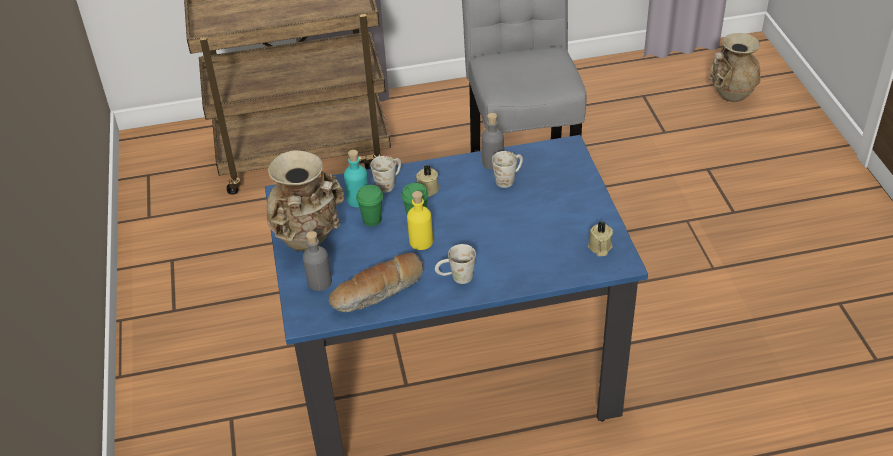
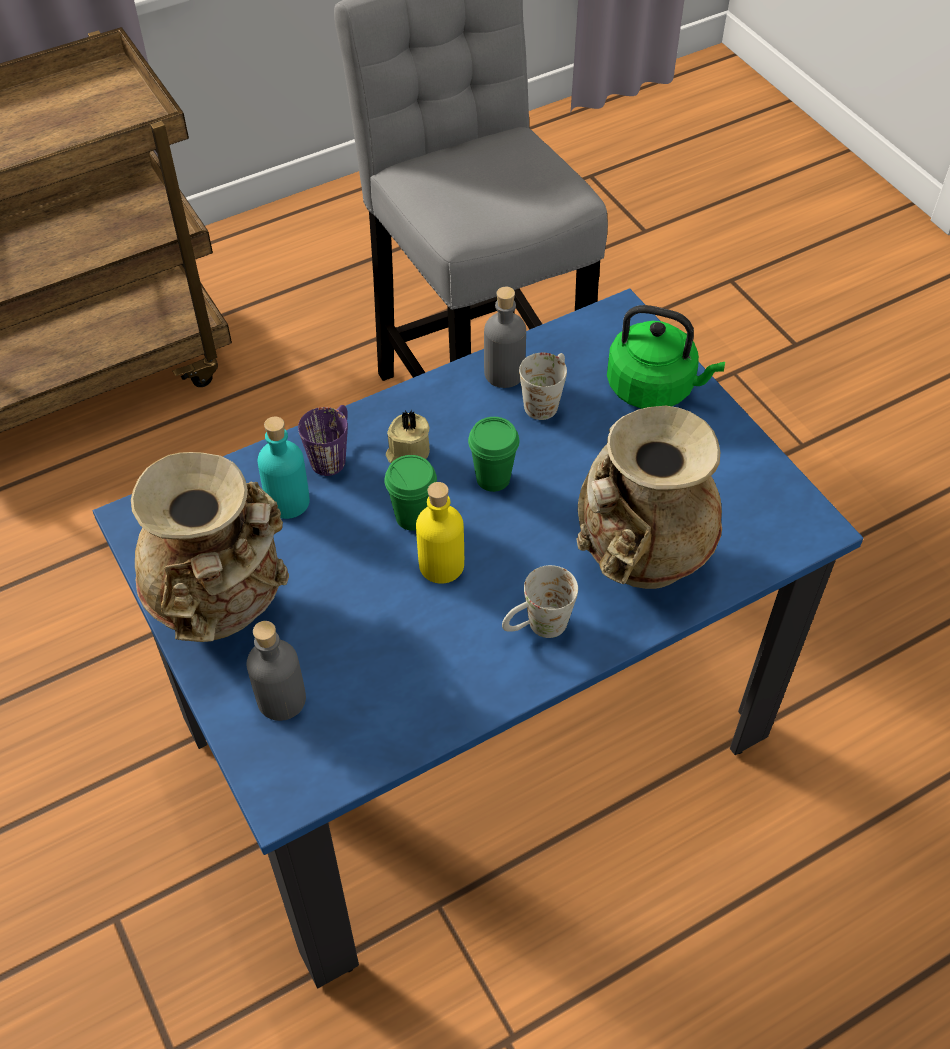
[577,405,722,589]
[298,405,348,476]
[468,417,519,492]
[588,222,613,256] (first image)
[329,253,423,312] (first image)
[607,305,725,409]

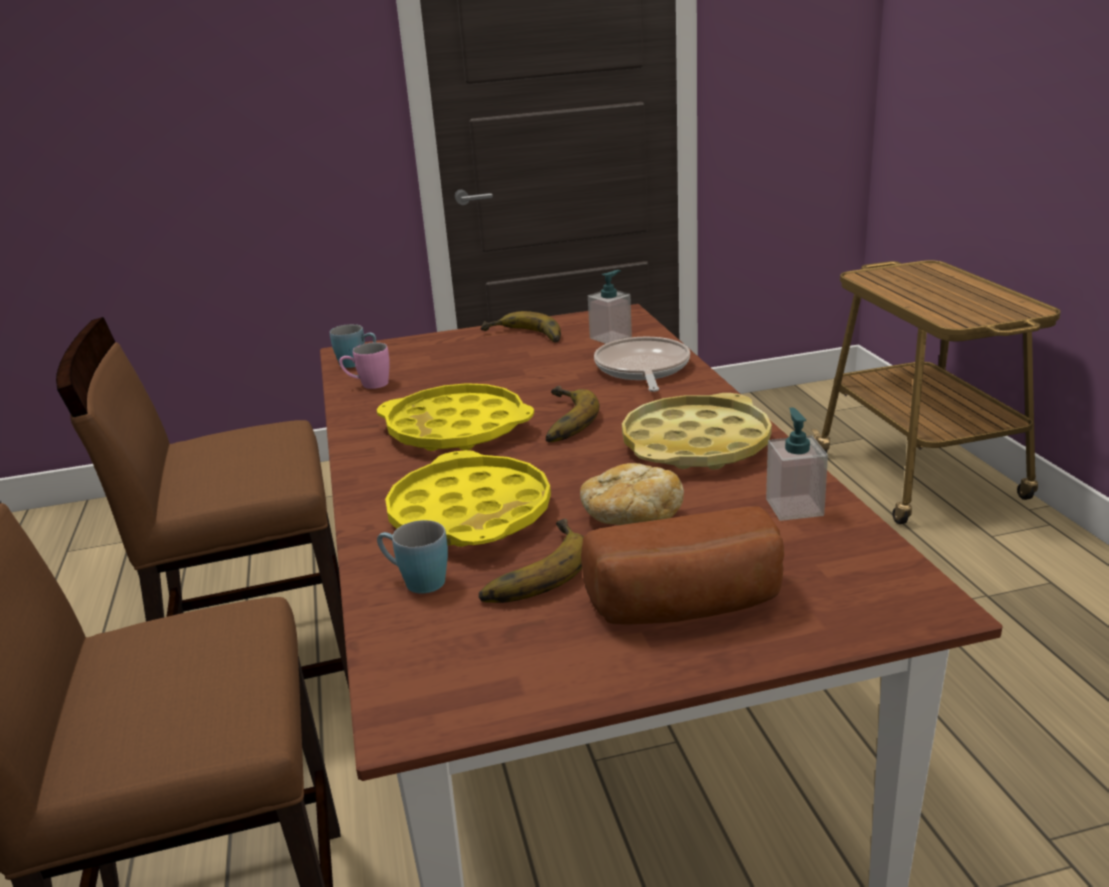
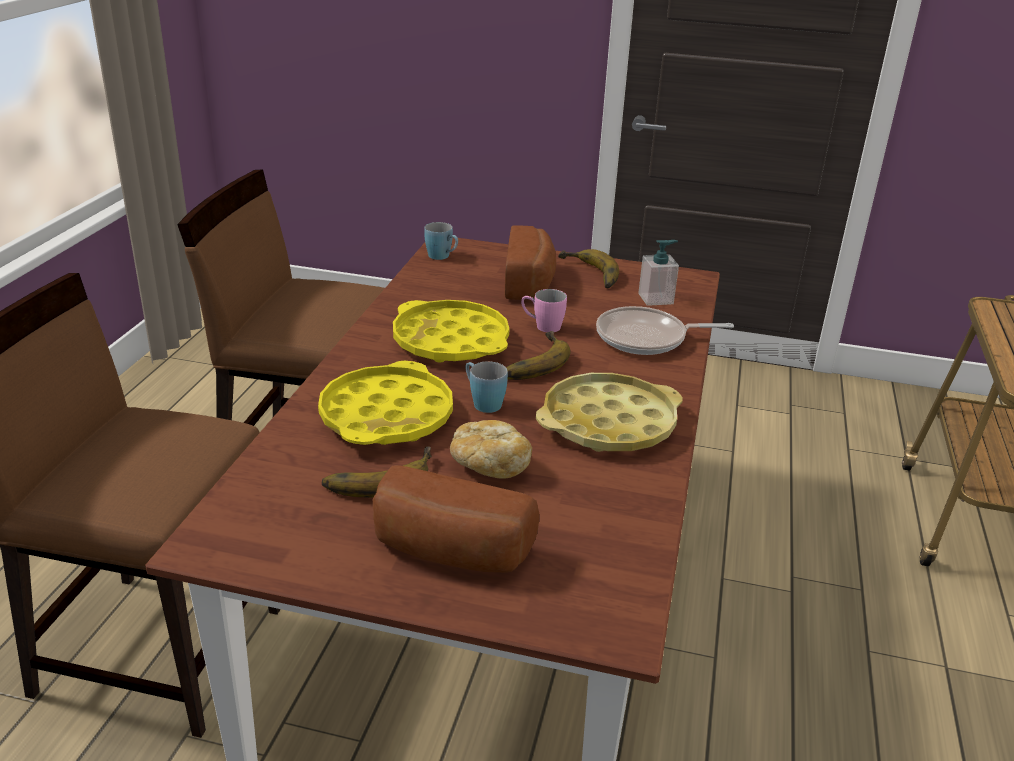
[596,306,734,355]
[521,289,567,332]
[766,407,828,521] (first image)
[466,361,508,413]
[505,225,556,300]

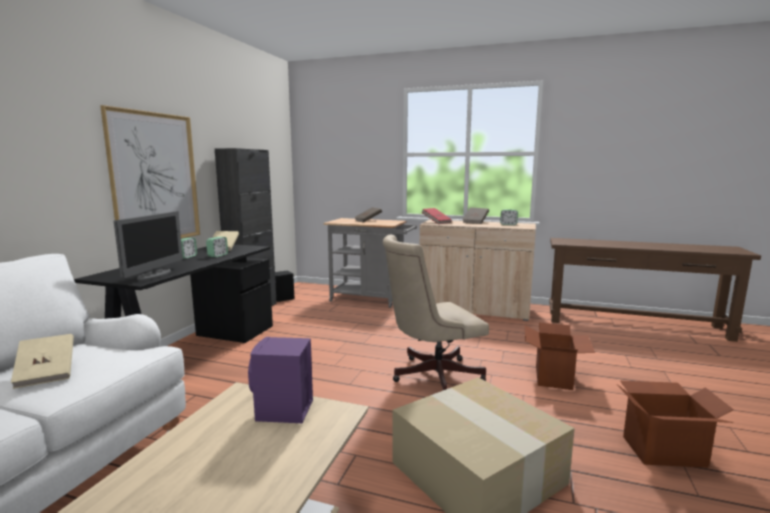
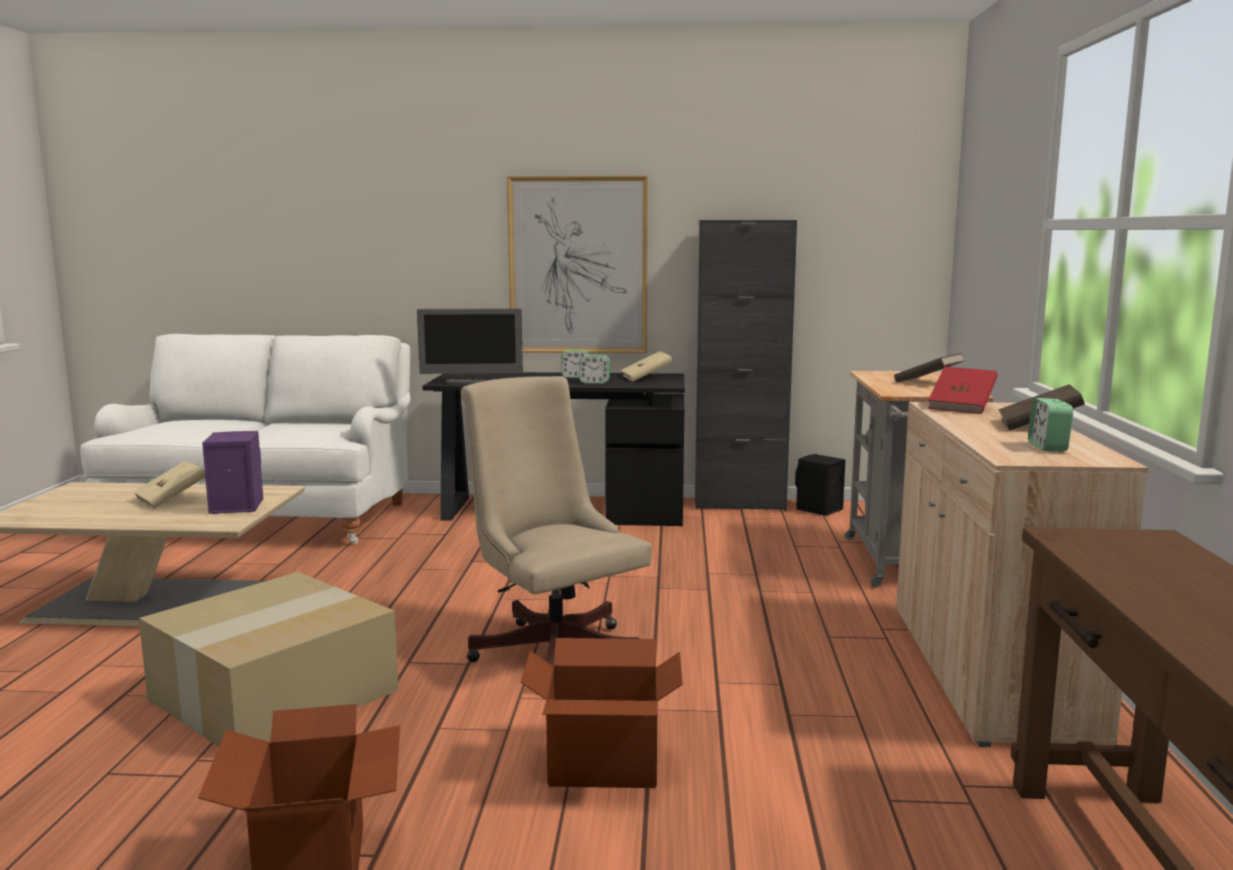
[133,460,205,509]

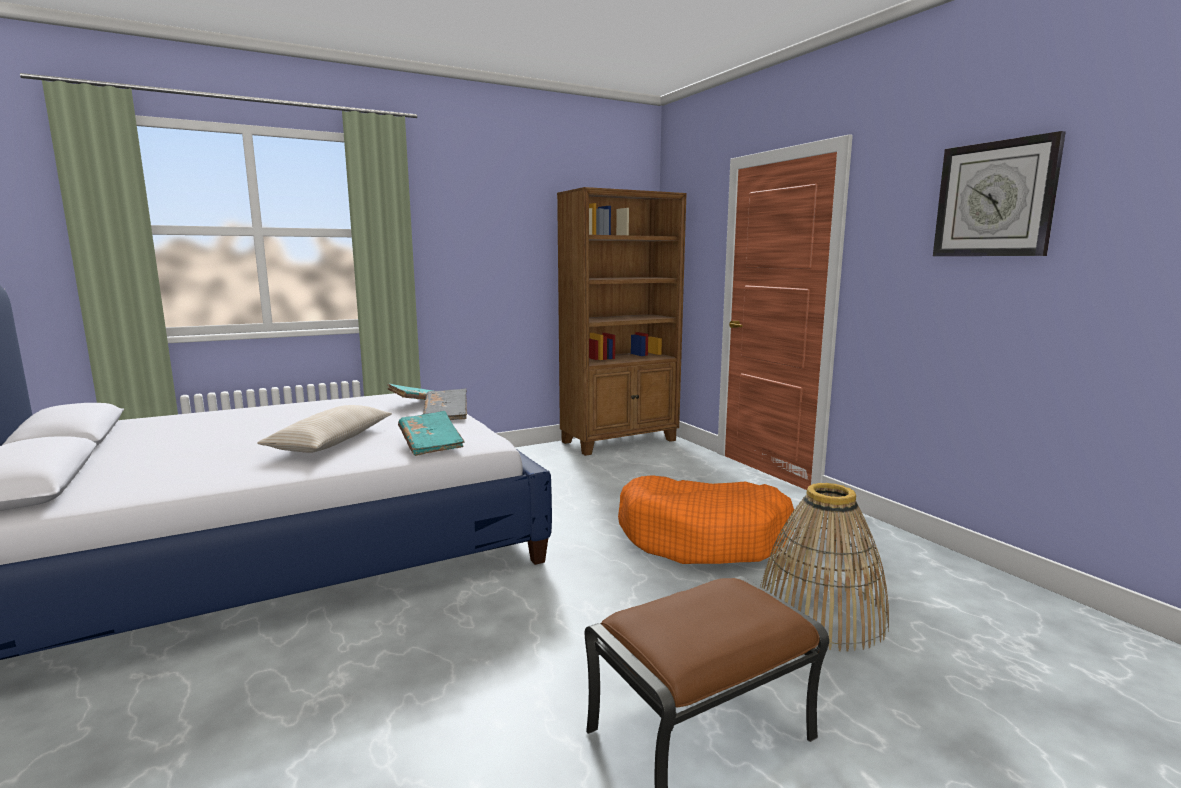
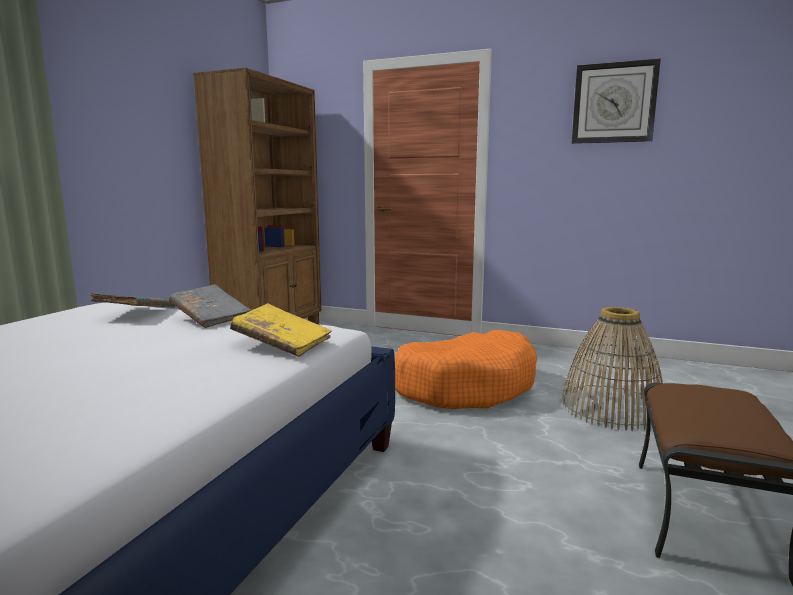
[257,405,392,453] (first image)
[230,303,332,357]

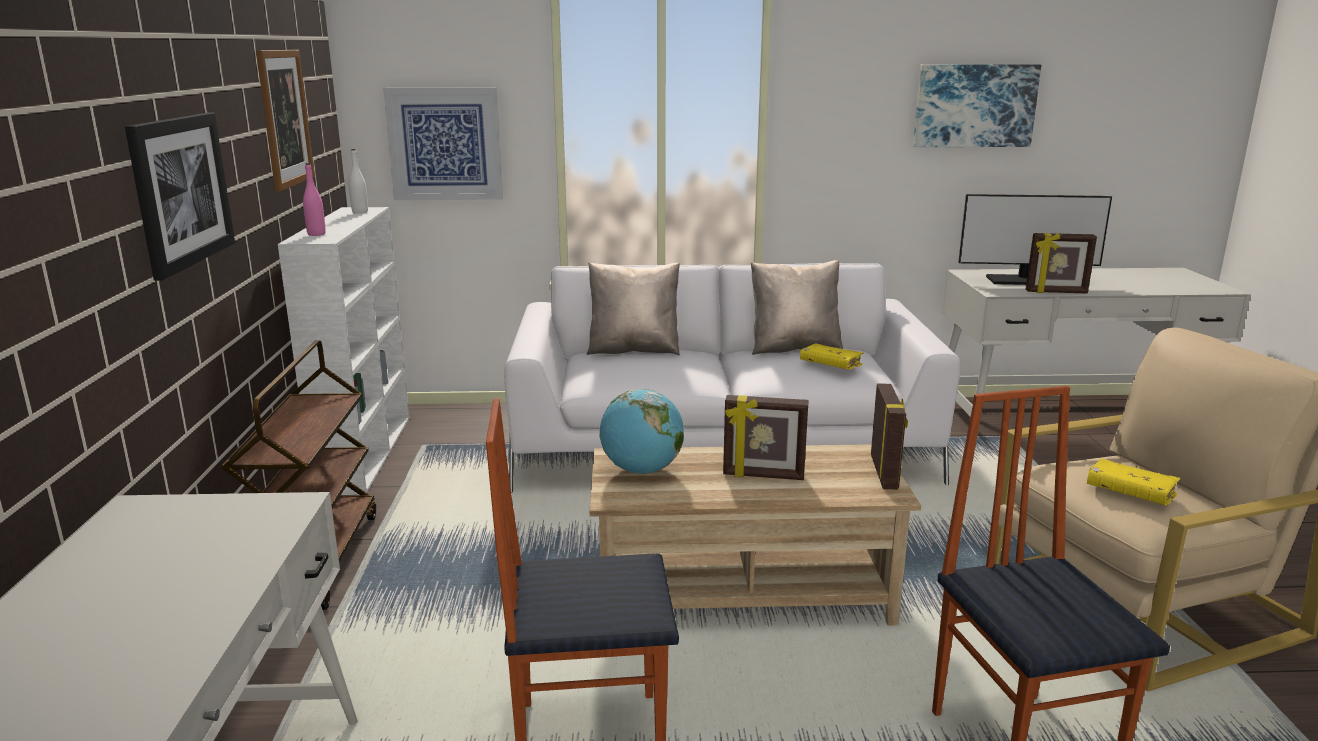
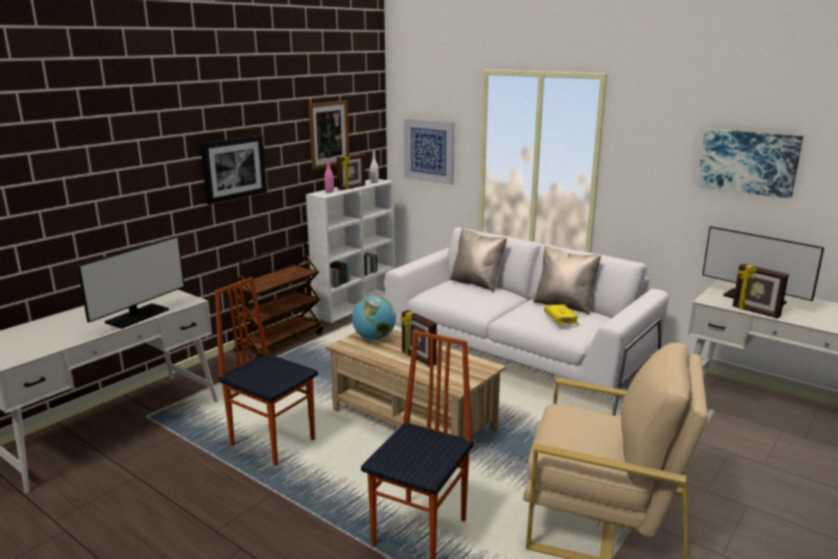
[337,154,365,190]
[1087,459,1180,506] (first image)
[77,236,185,329]

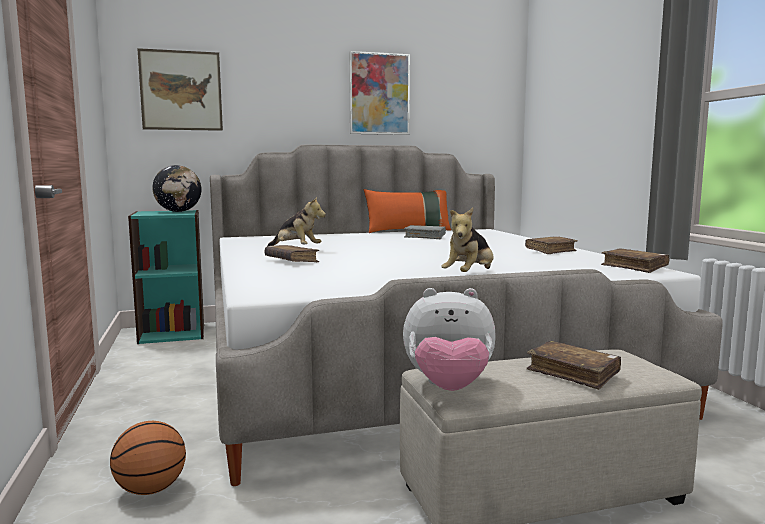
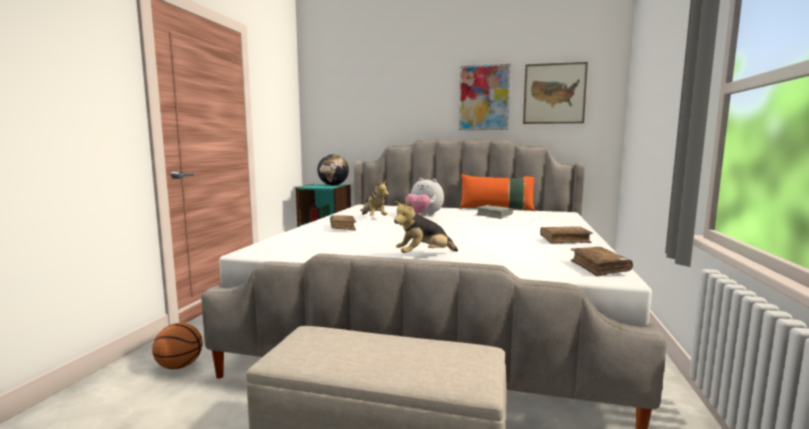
[523,62,588,124]
[405,178,444,216]
[527,341,621,390] (first image)

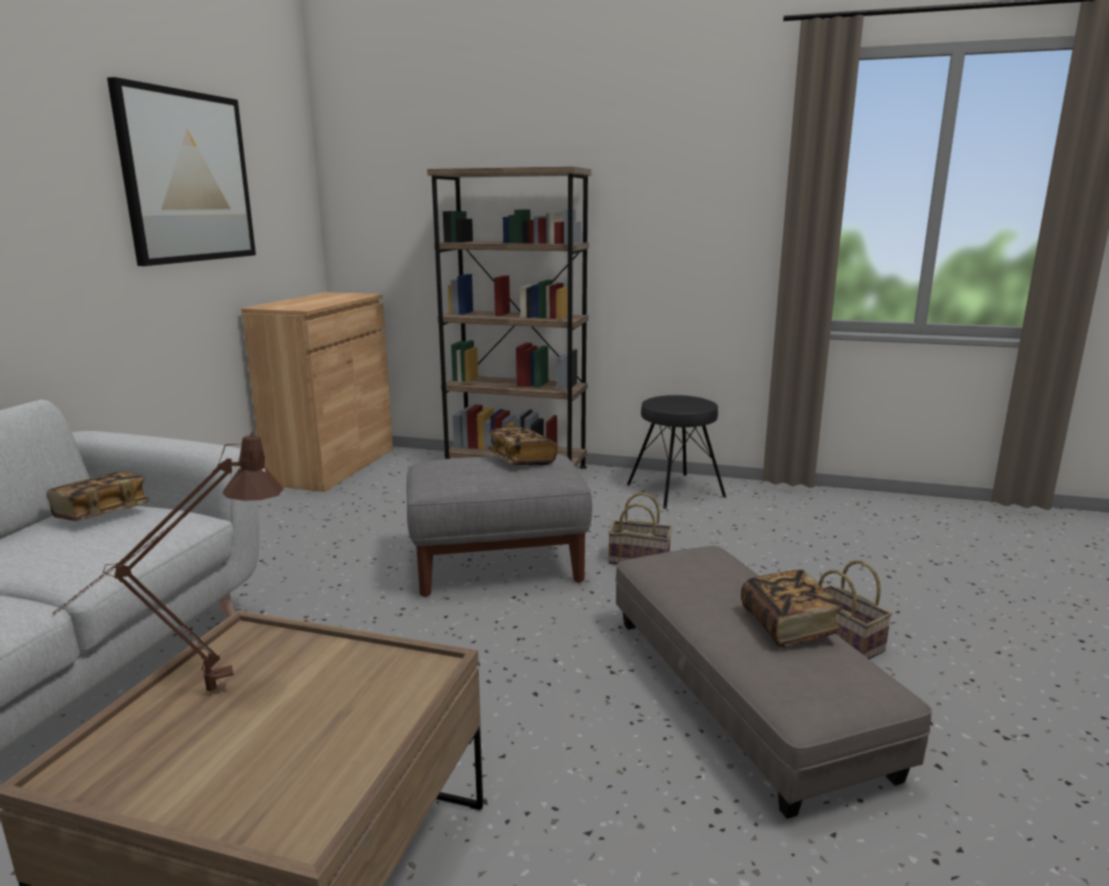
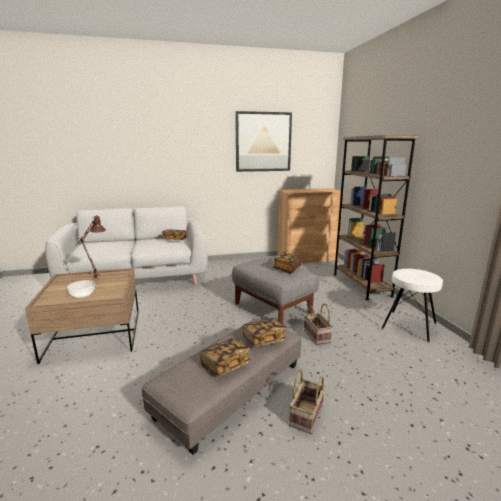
[382,269,443,342]
[67,280,95,298]
[243,318,286,346]

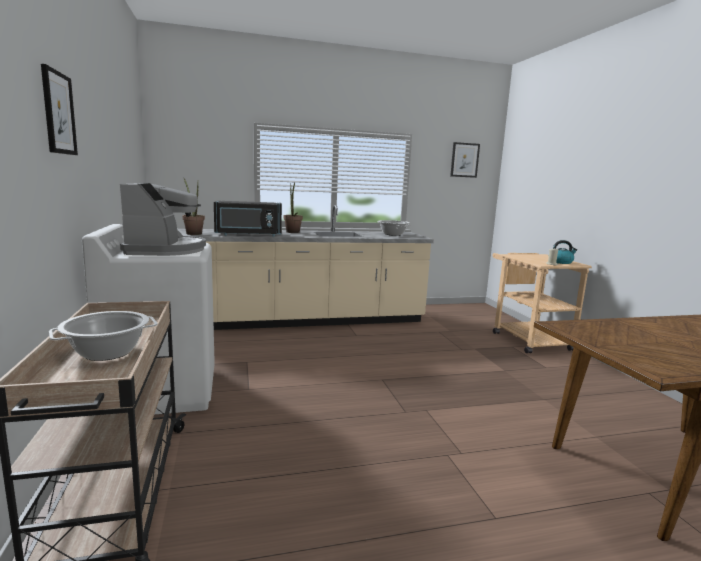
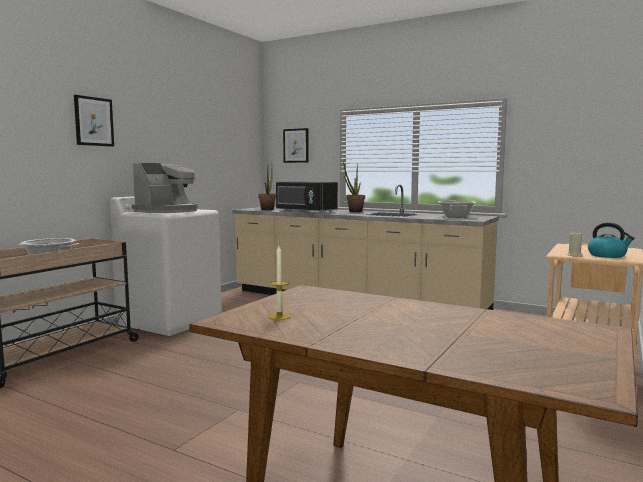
[283,128,309,163]
[268,246,291,320]

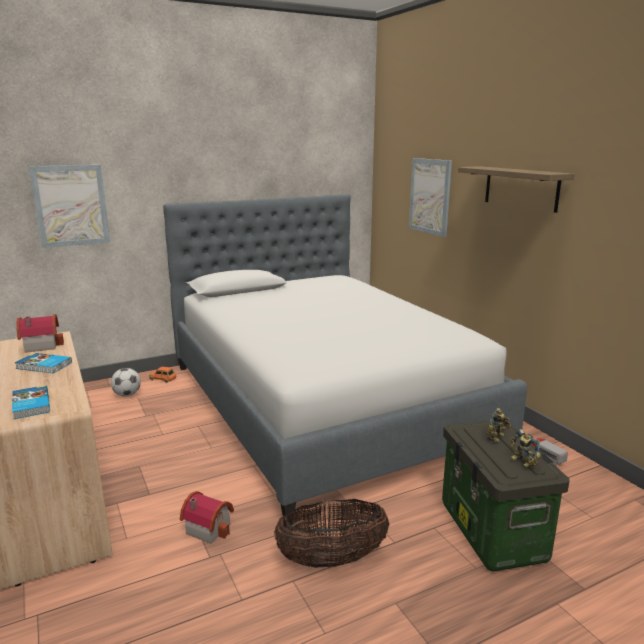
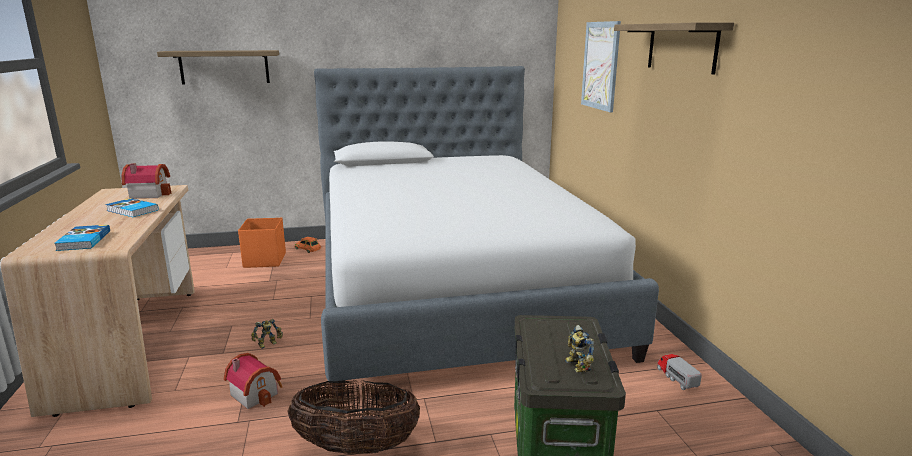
[157,50,279,84]
[238,218,286,268]
[251,319,283,349]

